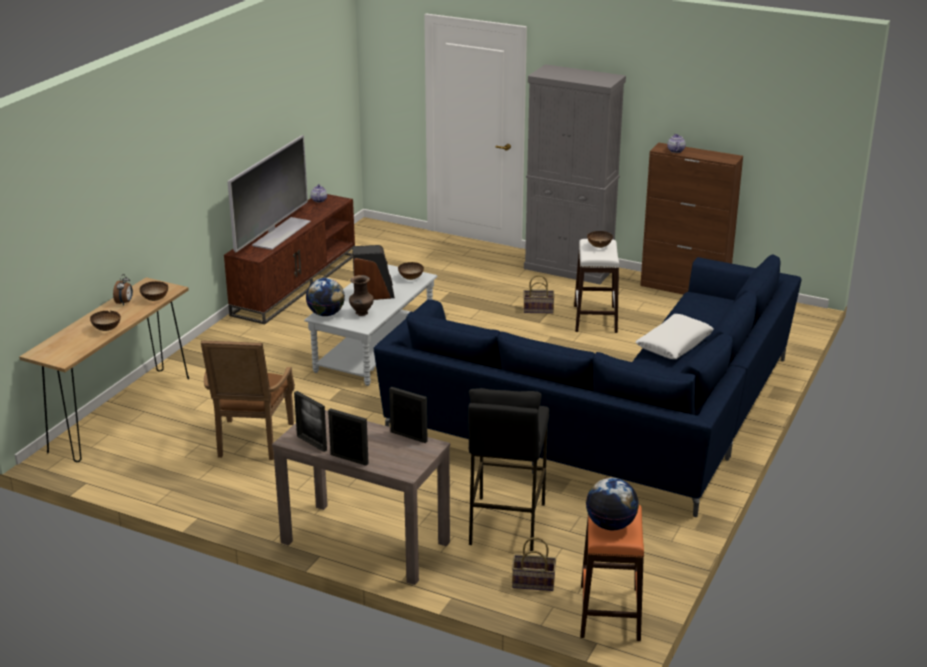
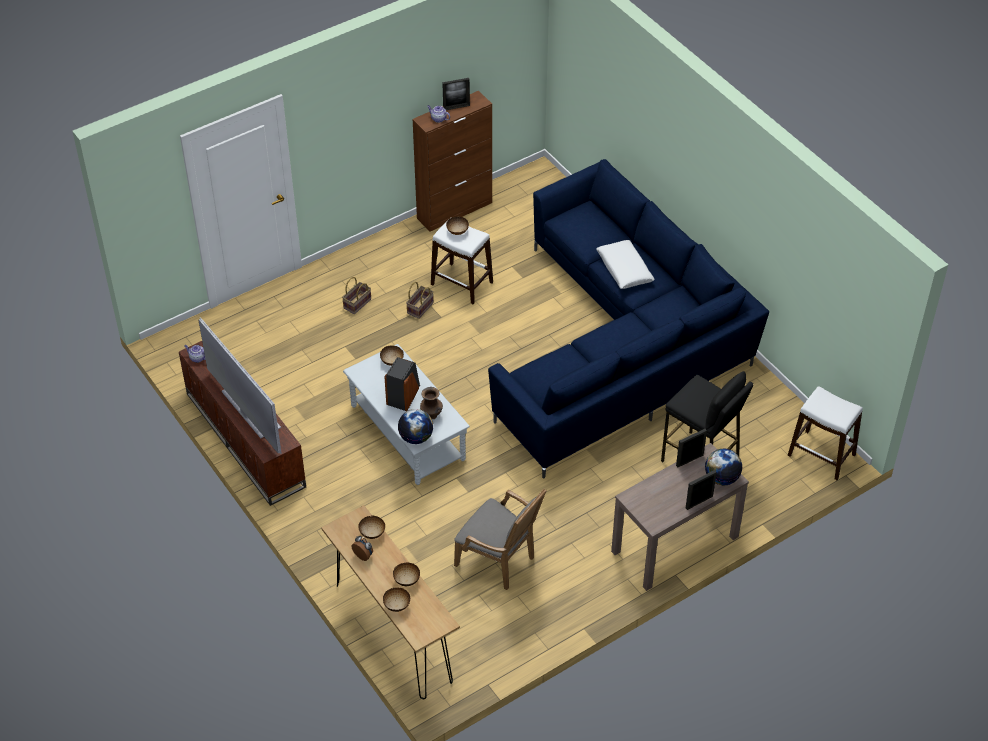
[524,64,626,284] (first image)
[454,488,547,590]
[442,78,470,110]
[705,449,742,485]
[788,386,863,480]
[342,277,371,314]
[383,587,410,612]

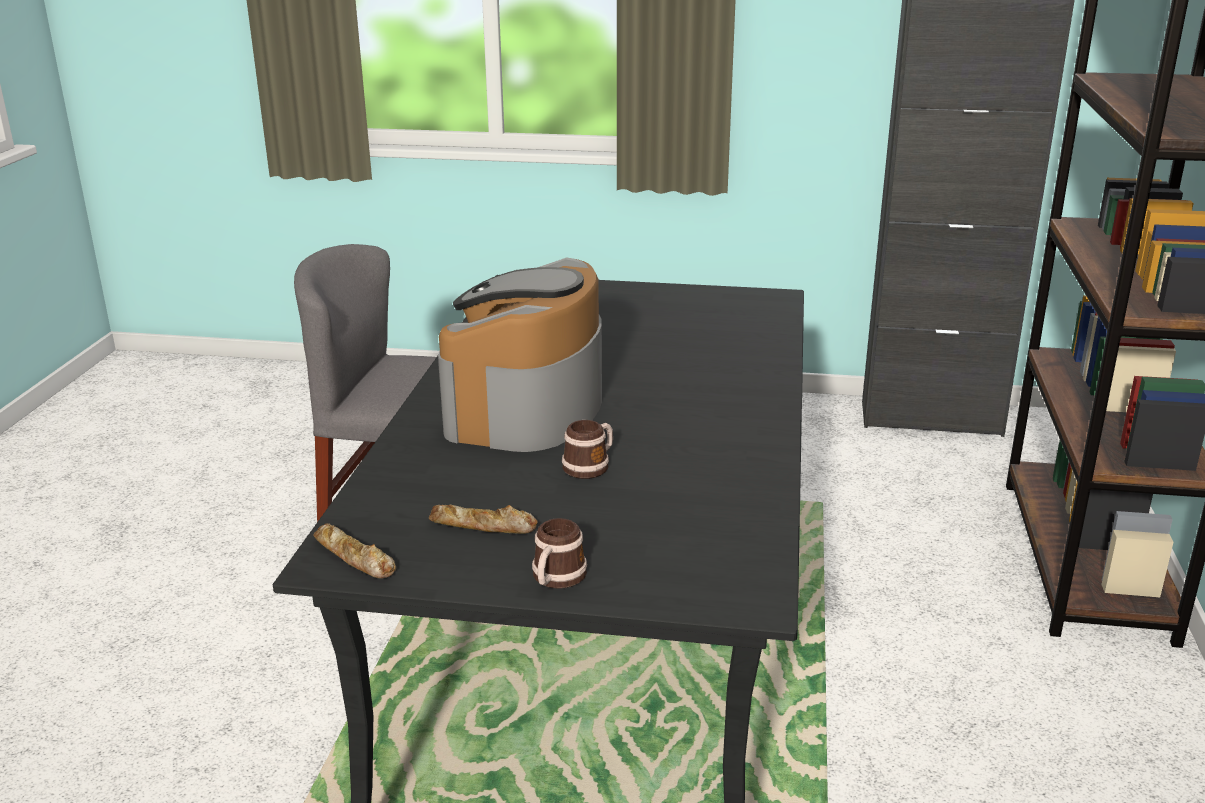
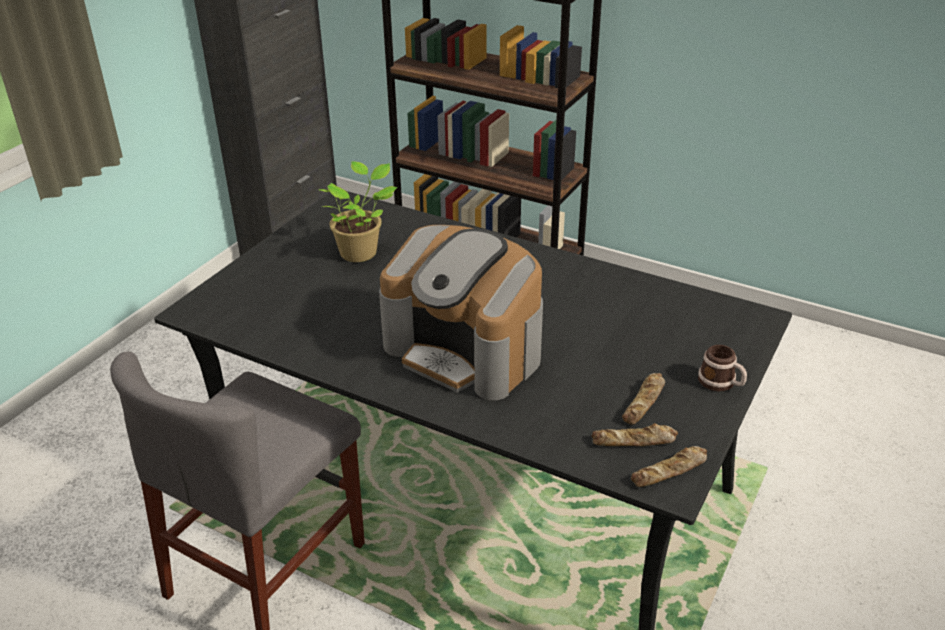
[562,420,613,479] (first image)
[319,161,398,262]
[592,423,678,446]

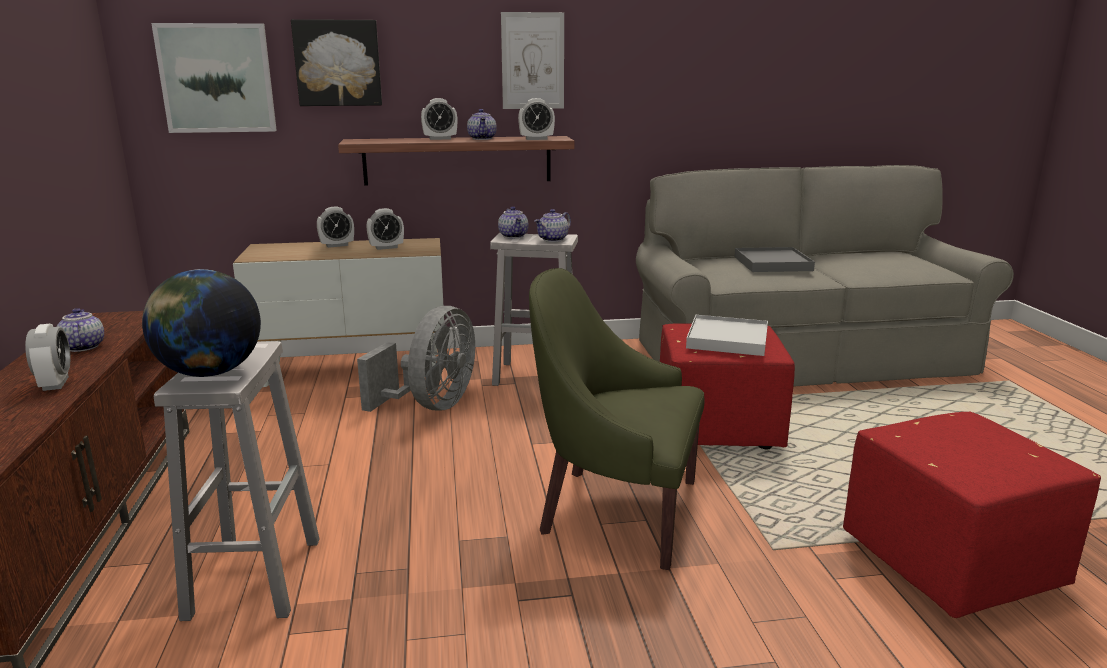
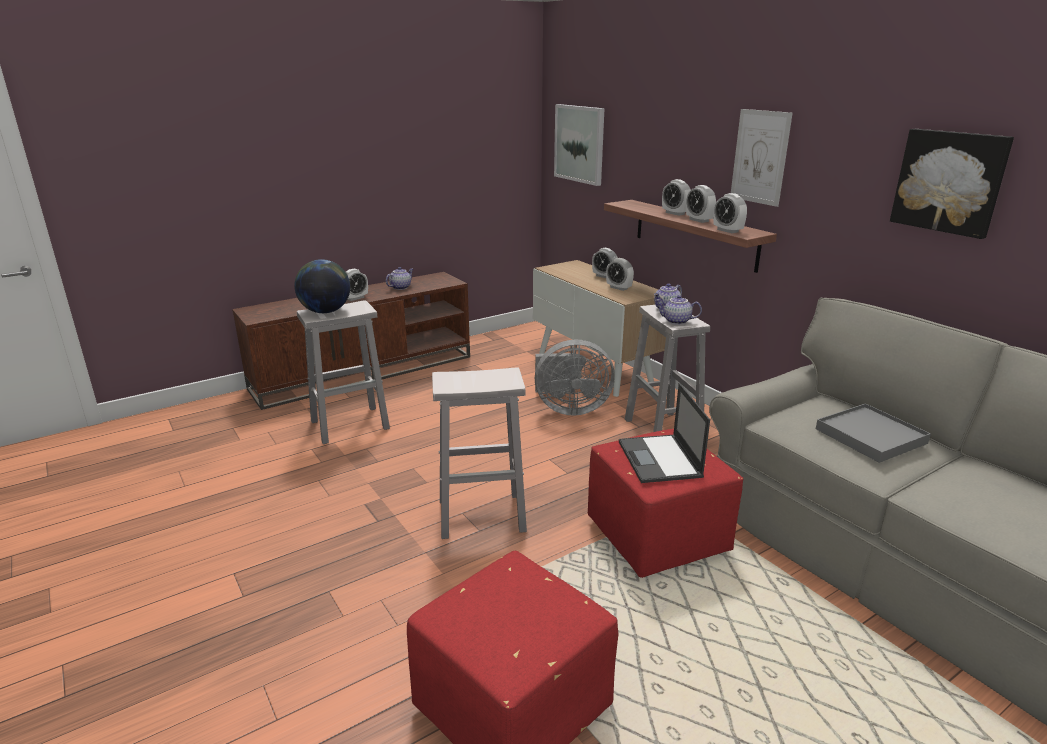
[890,129,1014,239]
[686,185,716,223]
[432,367,527,539]
[619,383,710,483]

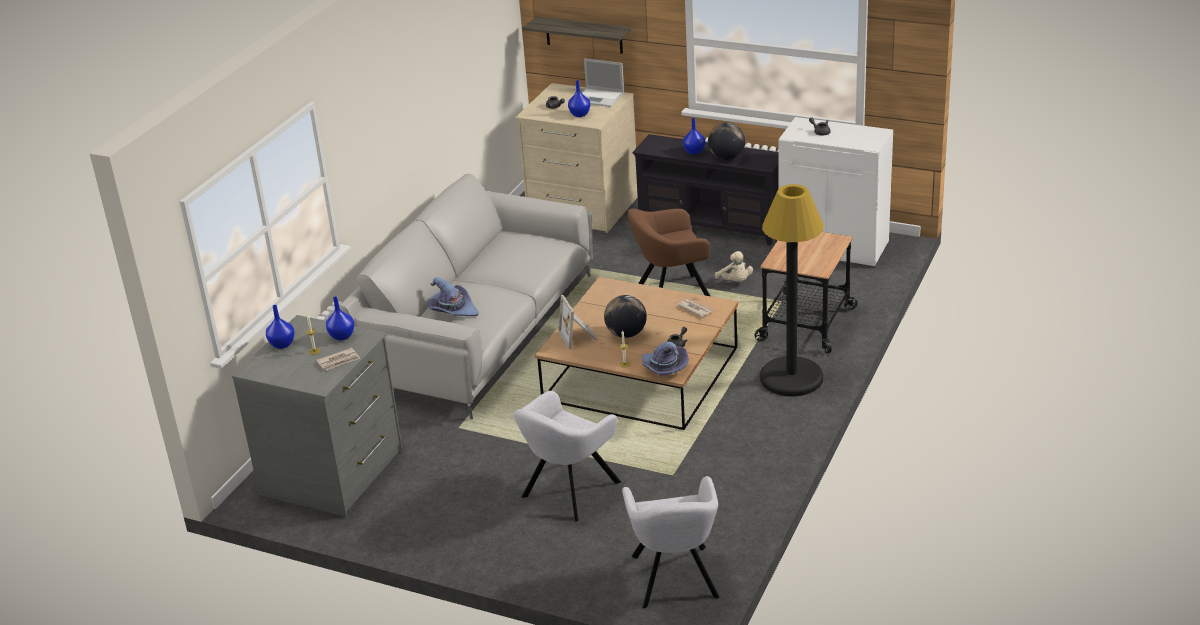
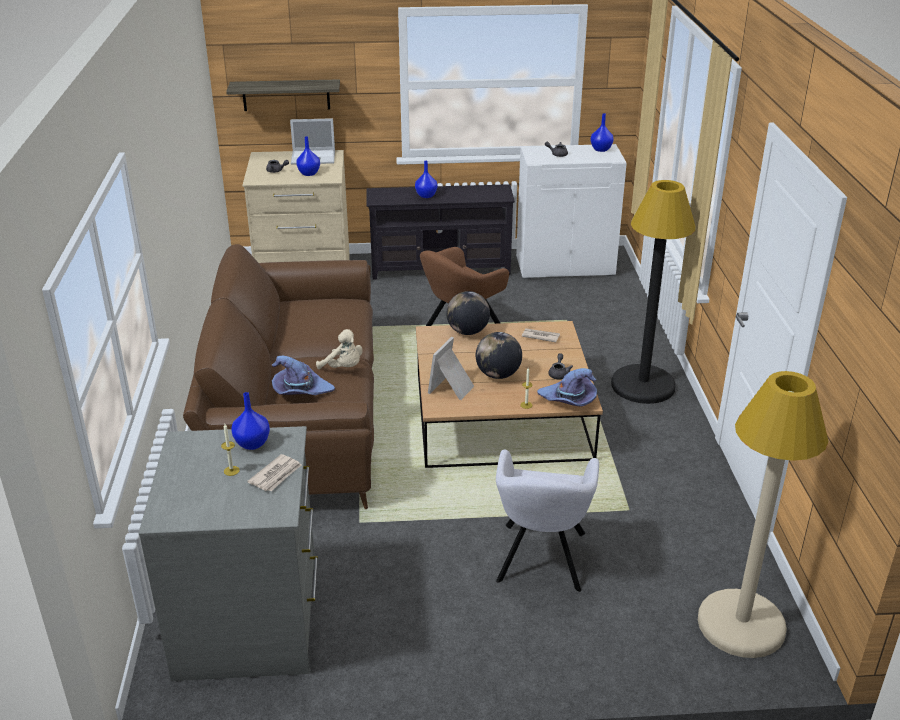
[446,291,490,335]
[183,244,374,509]
[755,232,857,354] (first image)
[316,329,363,369]
[428,337,474,400]
[591,113,614,152]
[698,371,829,658]

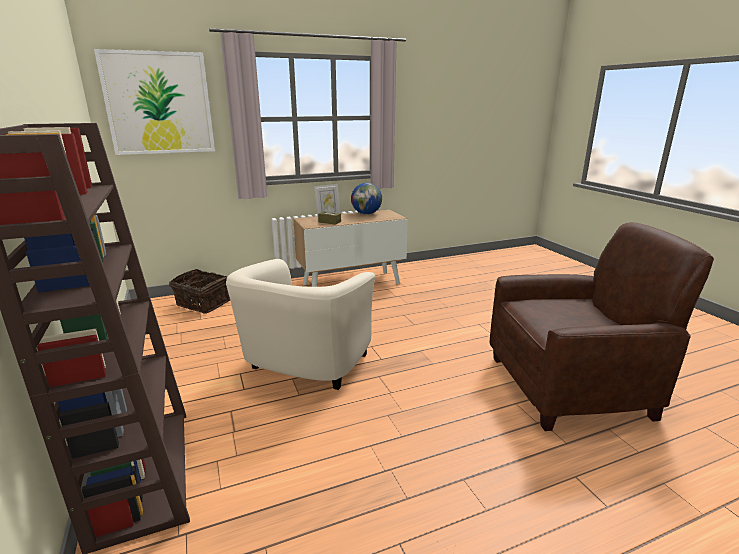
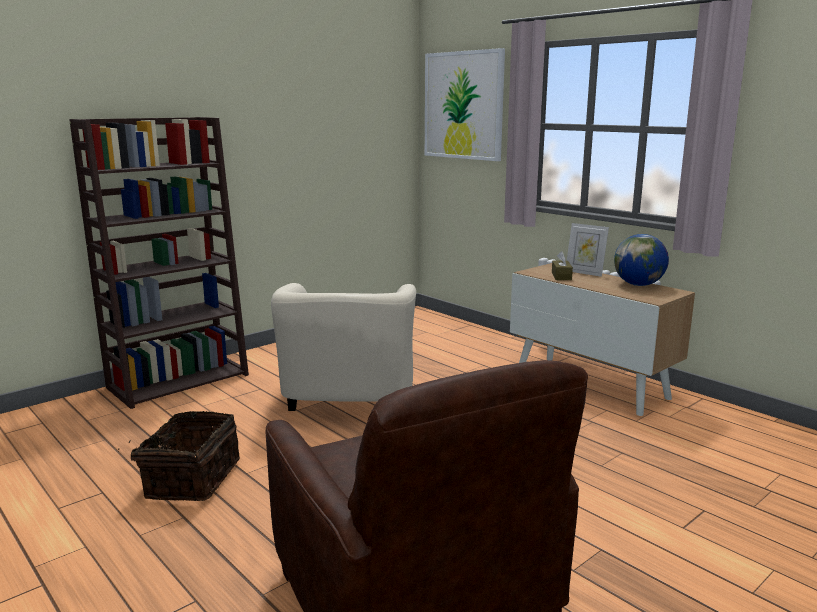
[271,283,416,411]
[118,411,240,501]

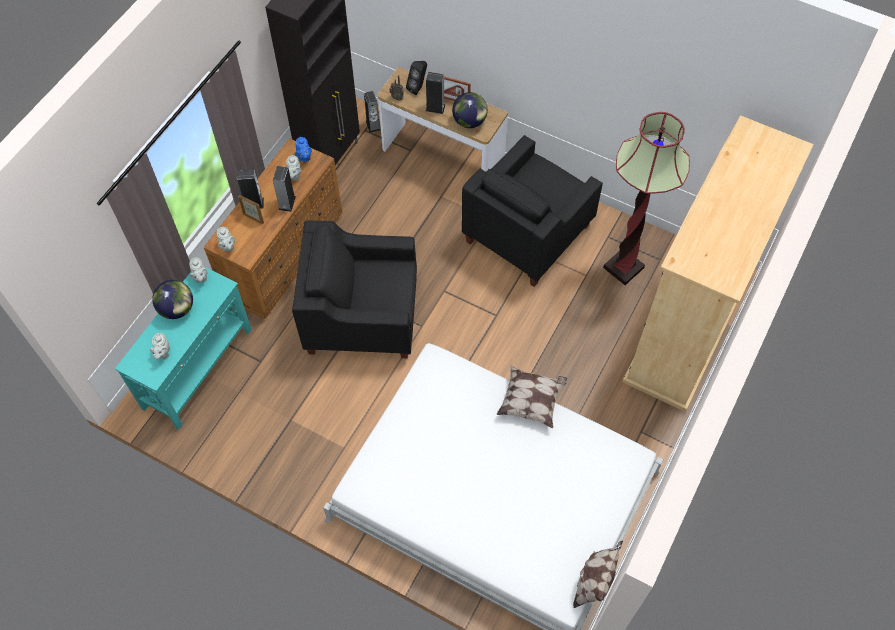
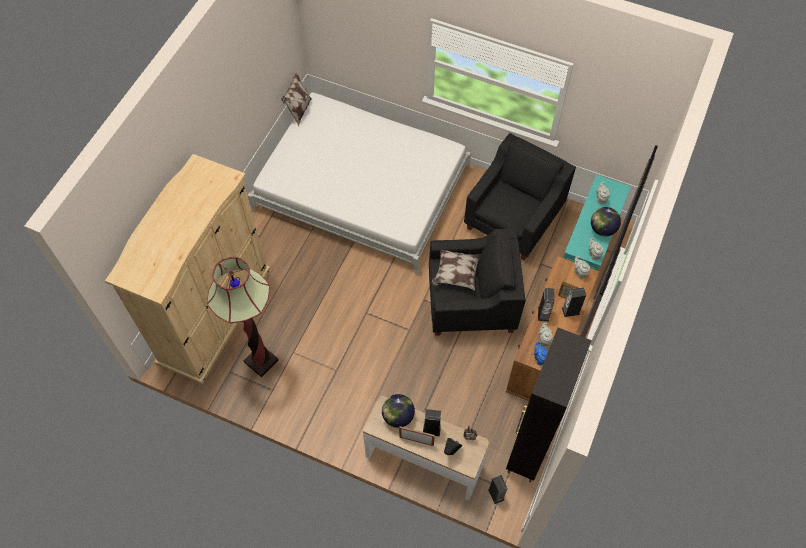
[464,133,576,260]
[431,250,481,290]

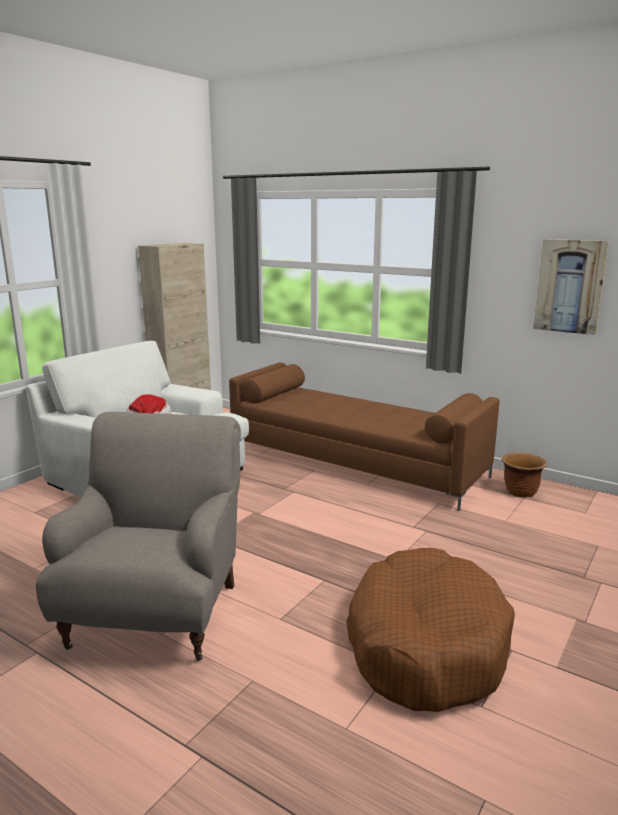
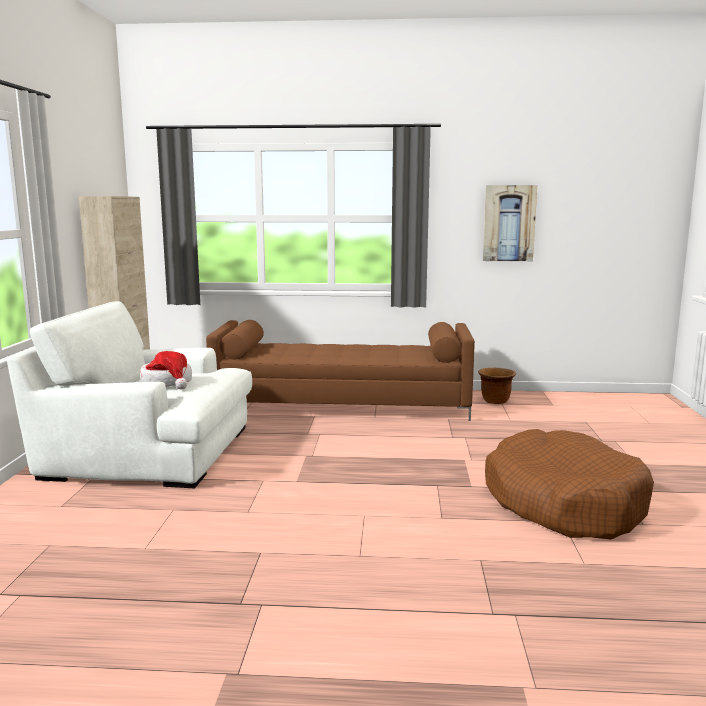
[36,412,241,661] (first image)

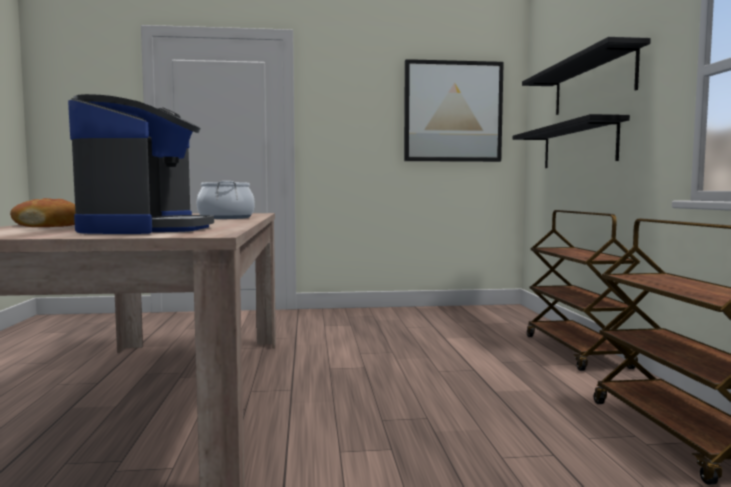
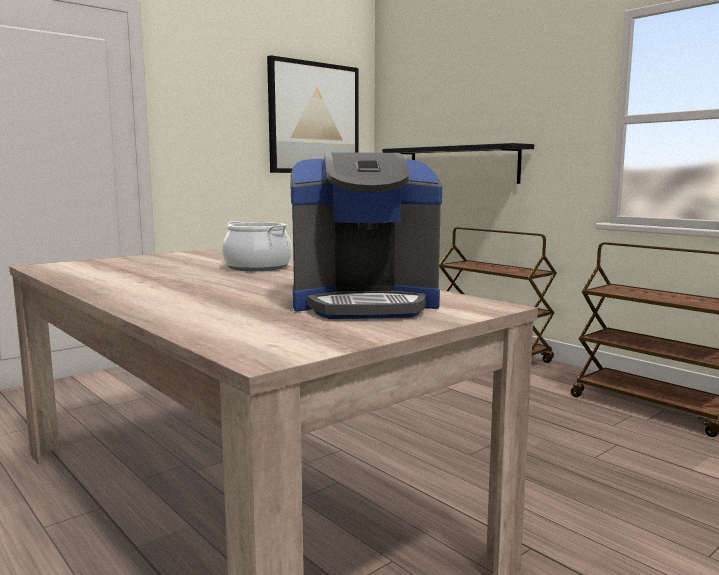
[522,37,651,115] (first image)
[290,152,442,319]
[10,198,75,227] (first image)

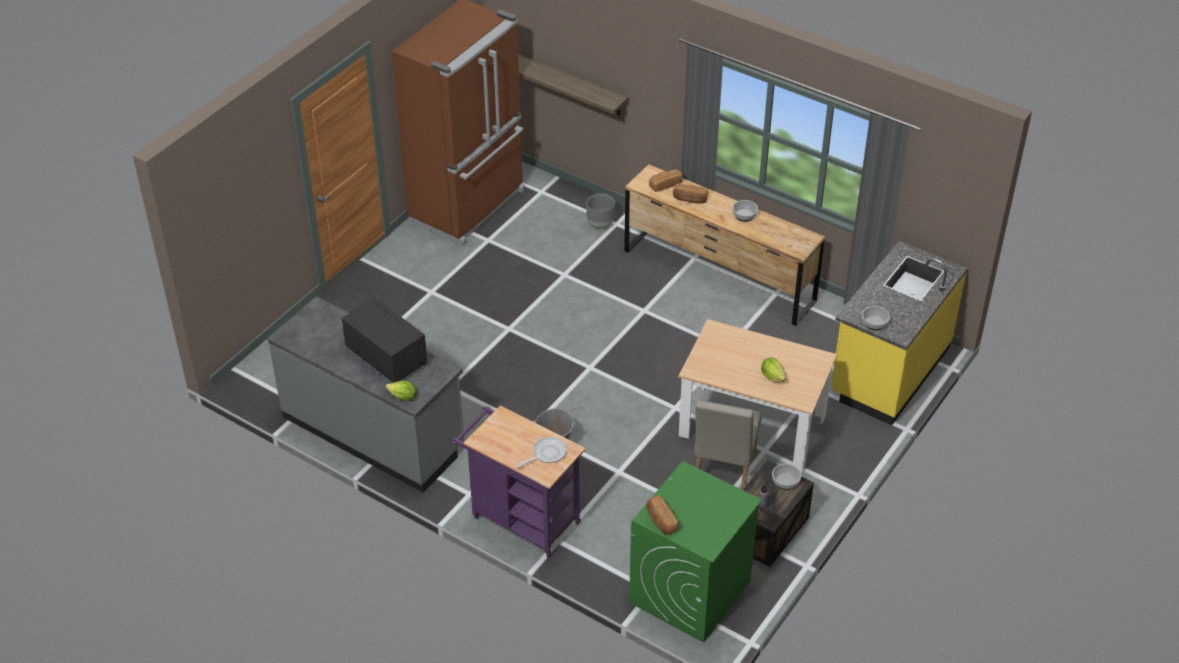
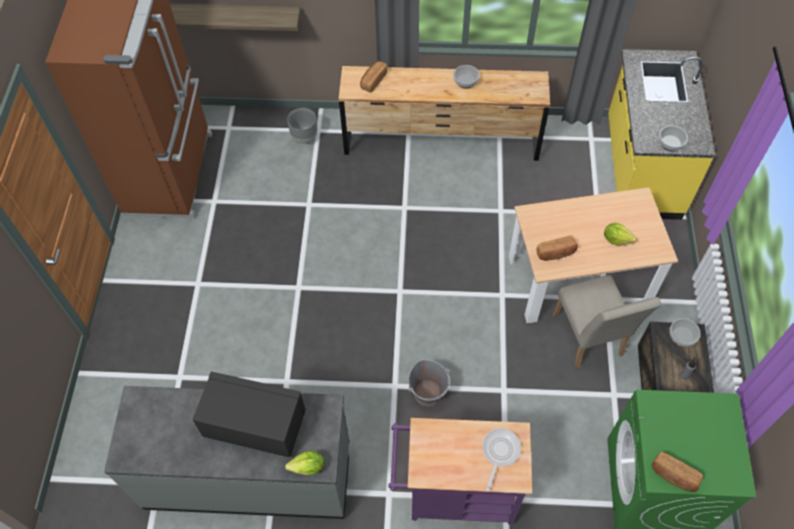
[536,236,578,261]

